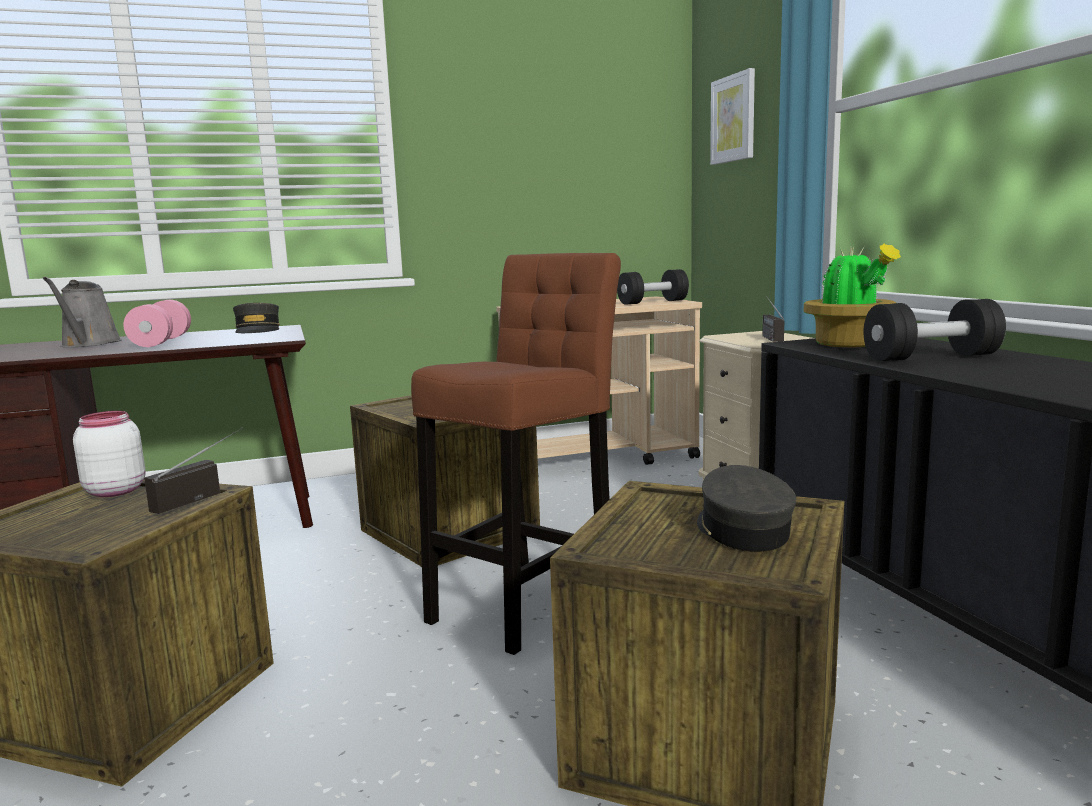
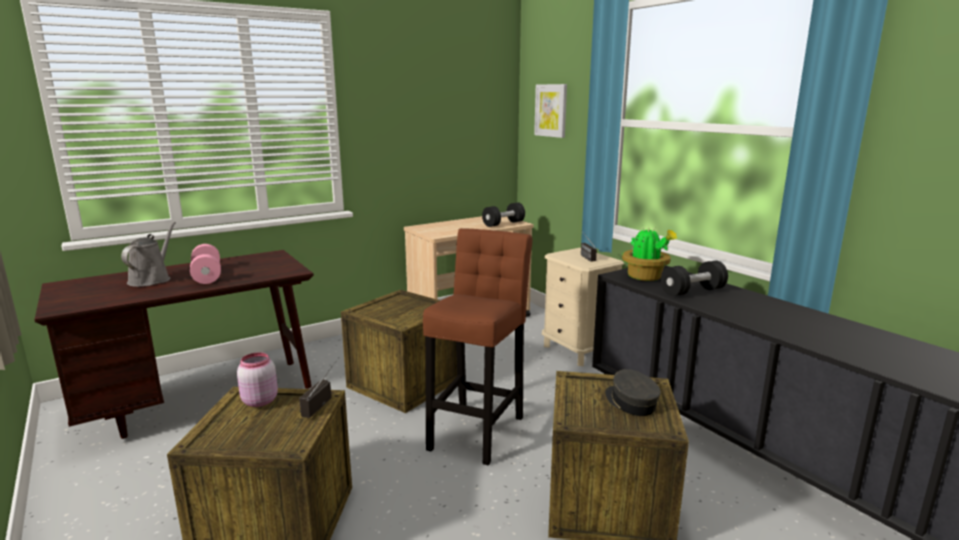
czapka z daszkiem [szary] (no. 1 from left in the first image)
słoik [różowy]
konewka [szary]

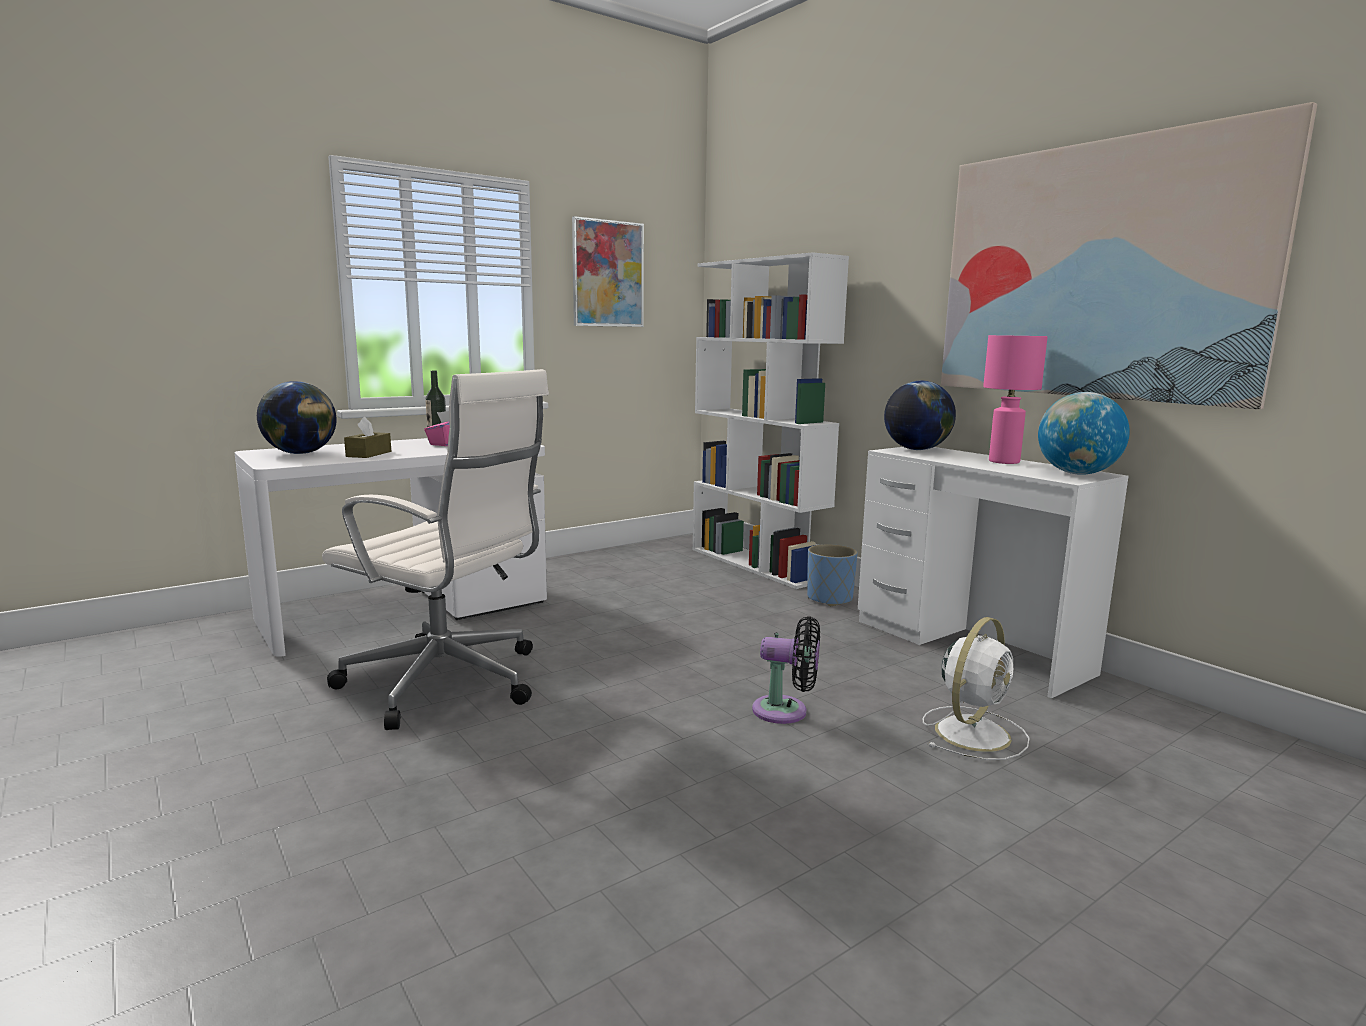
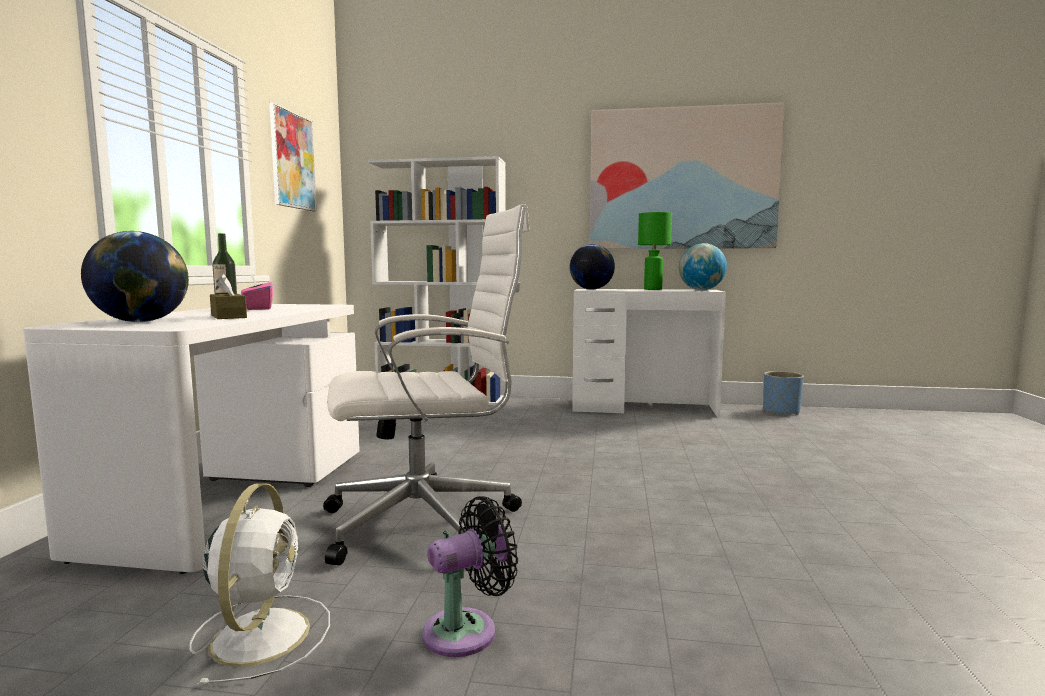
wentylator [czarny]
donica [niebieski]
wentylator [biały]
lampa stołowa [zielony]

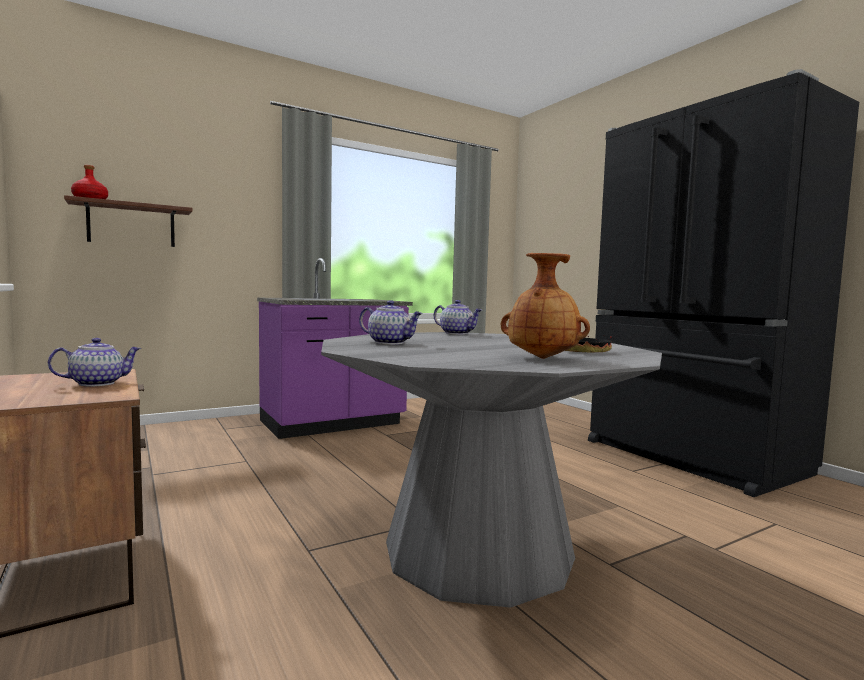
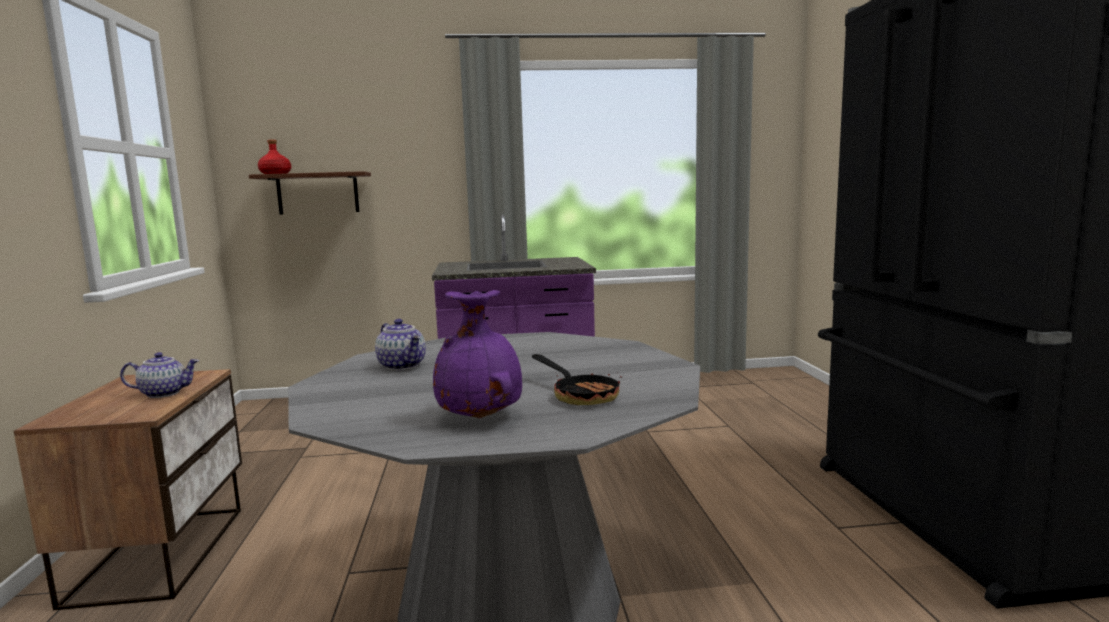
imbryk (no. 3 from left in the first image)
wazon [fioletowy]

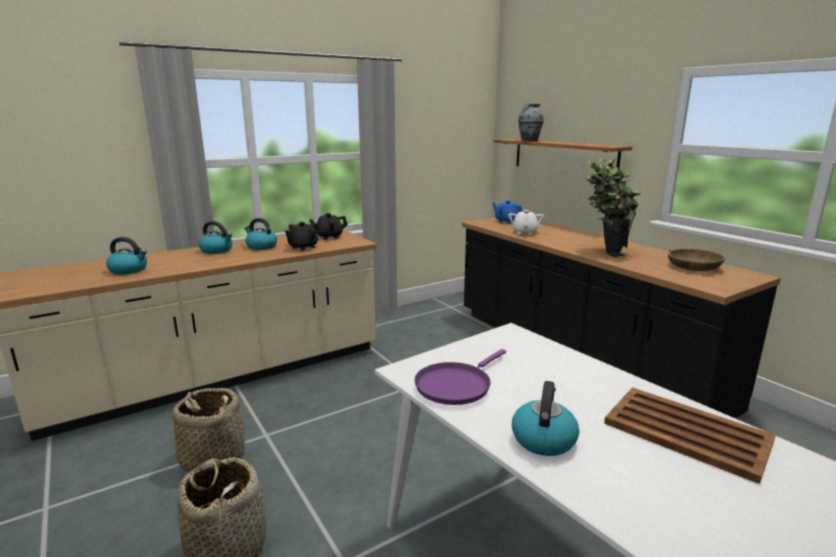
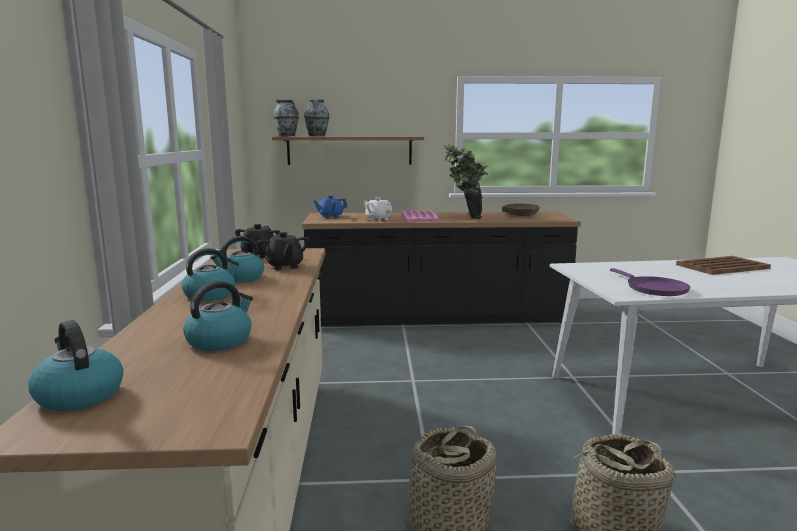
wazon (no. 1 from left)
taca [różowy]
czajnik (no. 1 from left)

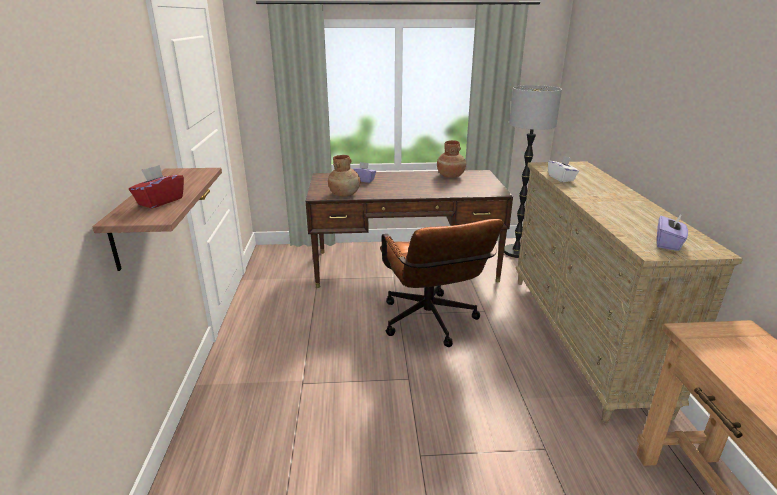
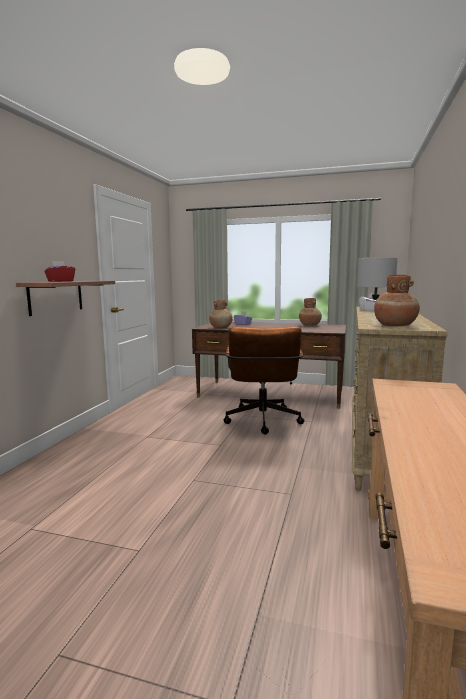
wazon [brązowy] (no. 3 from left)

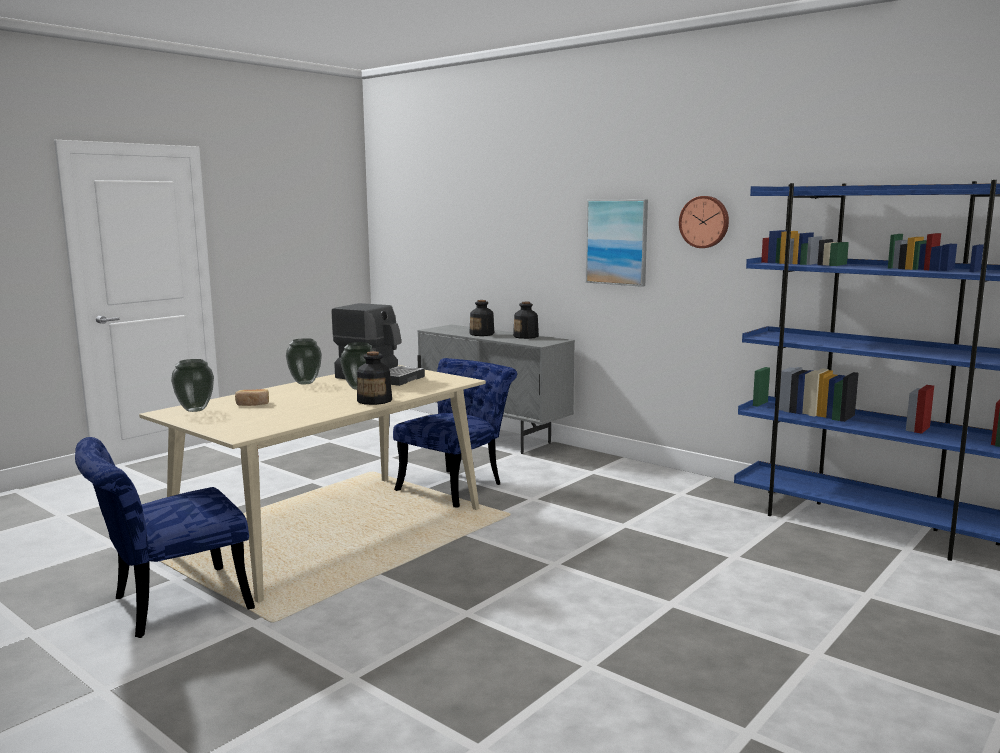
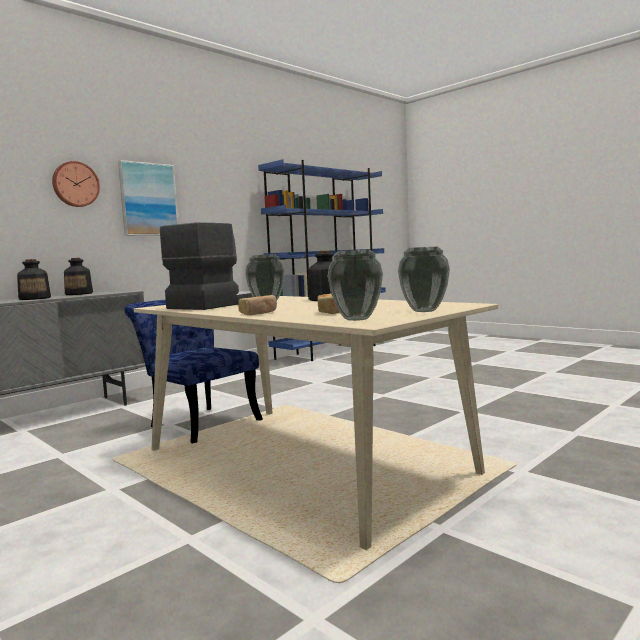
krzesło [niebieski] (no. 1 from left in the first image)
chleb (no. 1 from left)
wazon (no. 3 from left)
zegar ścienny

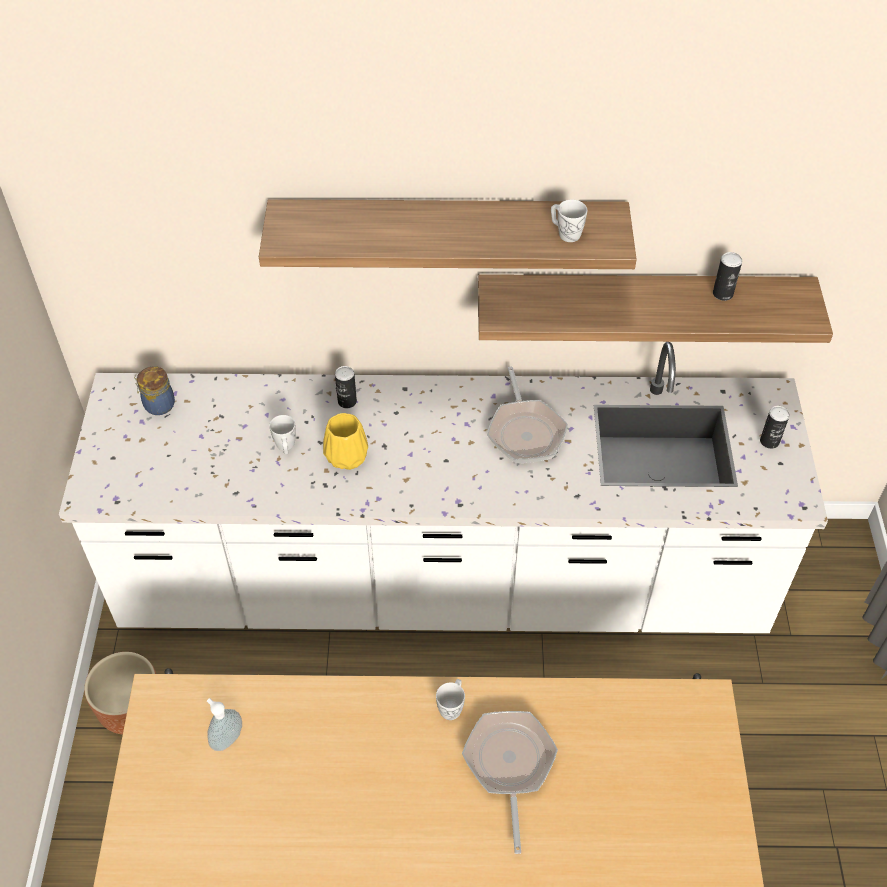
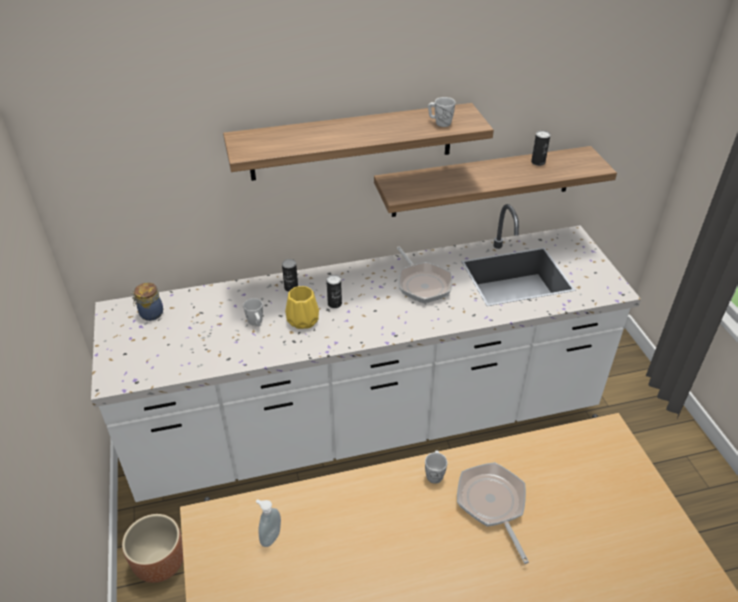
puszka (no. 2 from left)

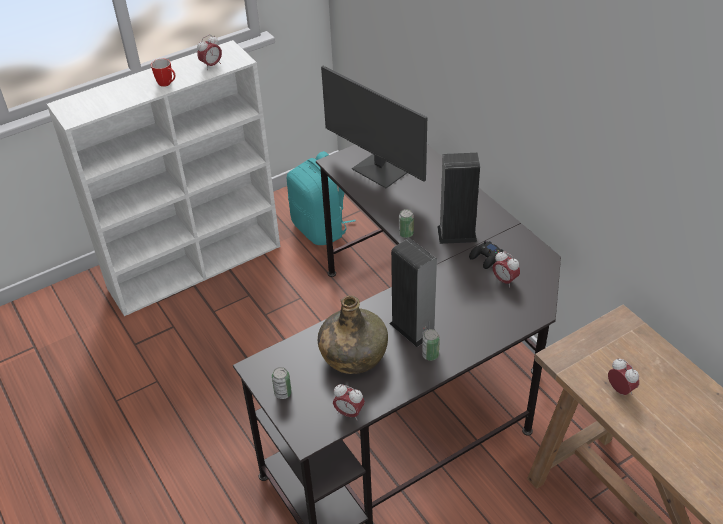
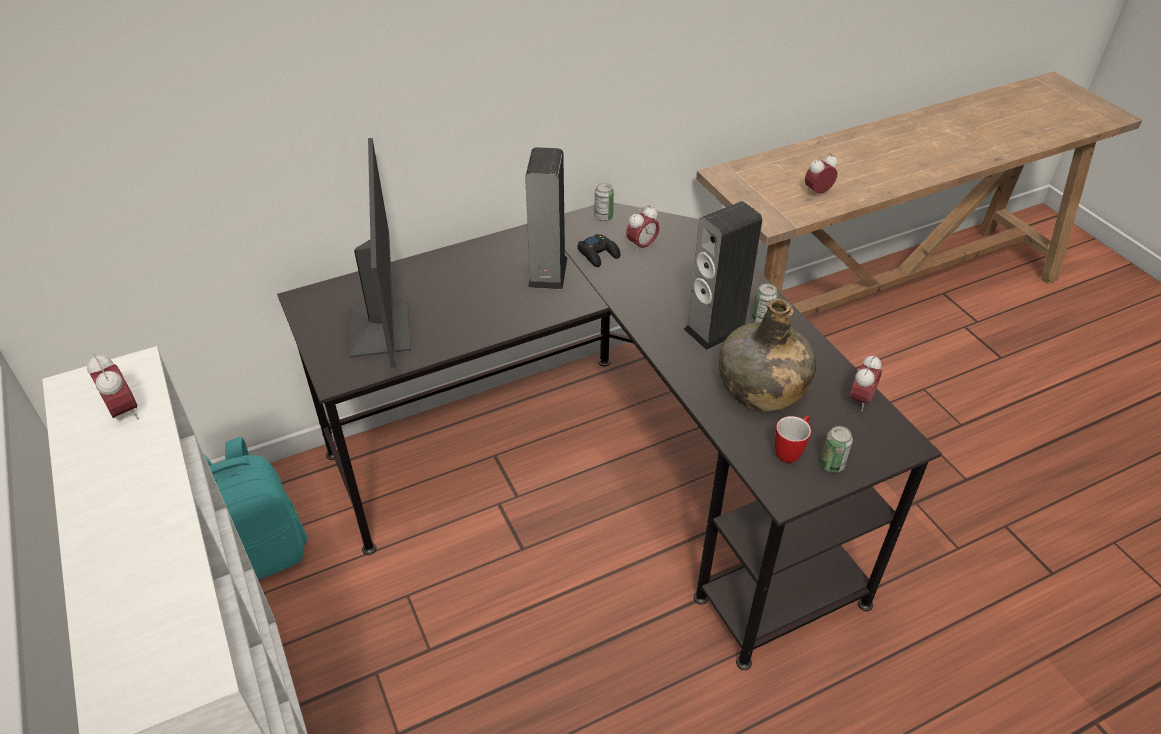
kubek
puszka (no. 1 from left)
monitor

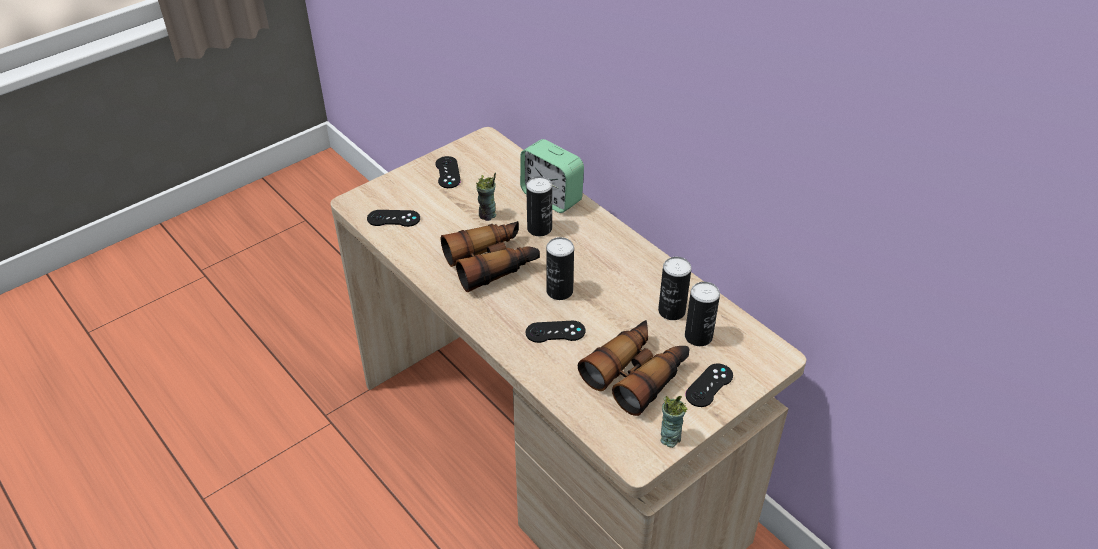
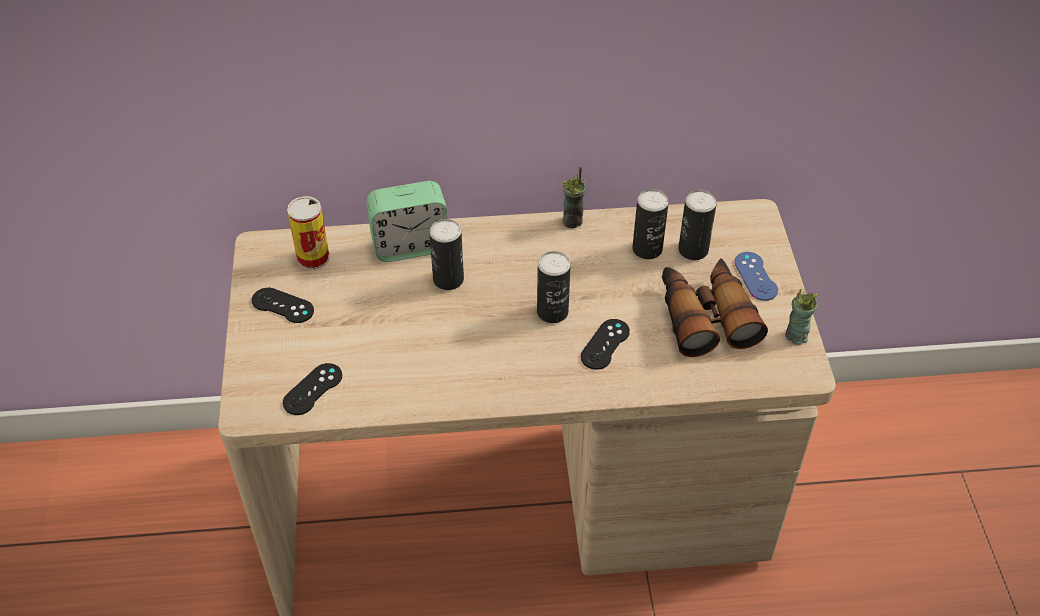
lornetka (no. 1 from left in the first image)
puszka (no. 1 from left)
filiżanka (no. 1 from left)
pad do gier [niebieski]

